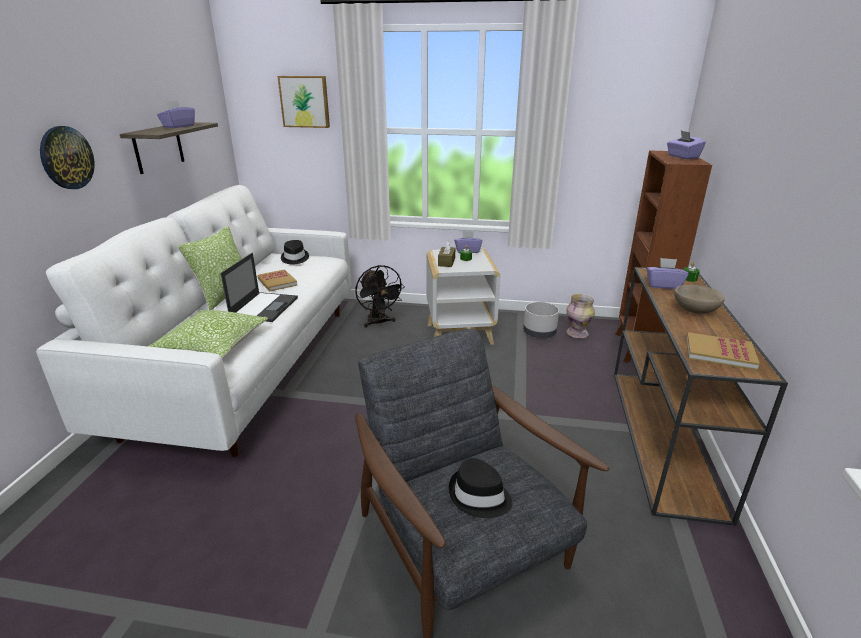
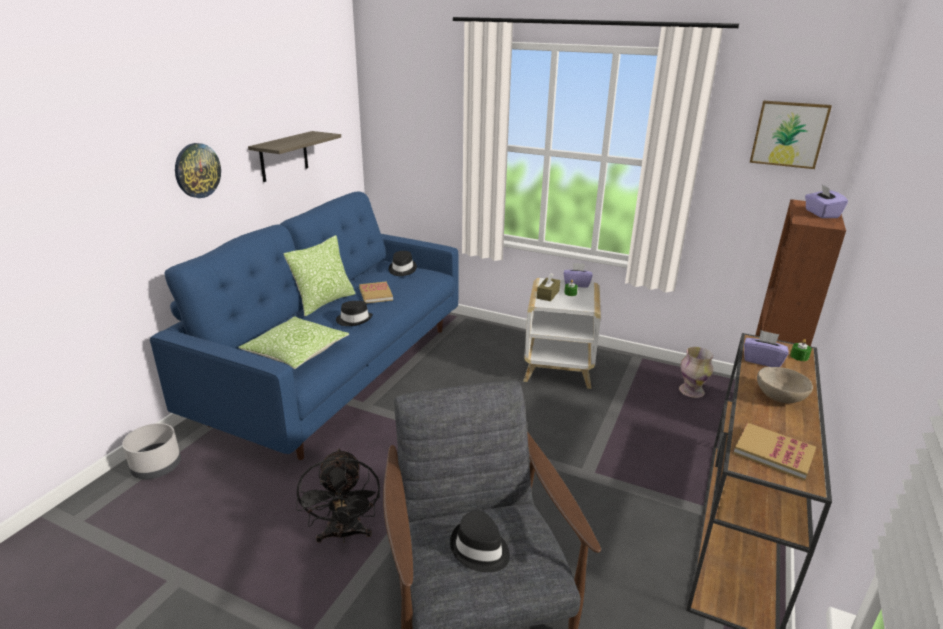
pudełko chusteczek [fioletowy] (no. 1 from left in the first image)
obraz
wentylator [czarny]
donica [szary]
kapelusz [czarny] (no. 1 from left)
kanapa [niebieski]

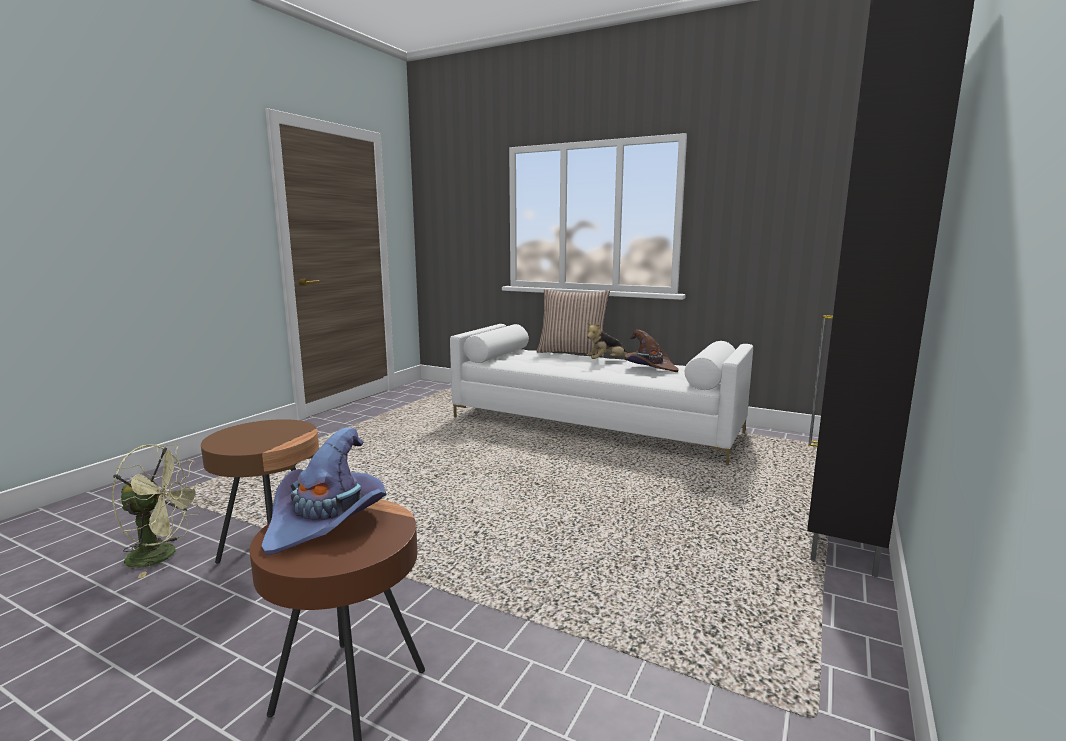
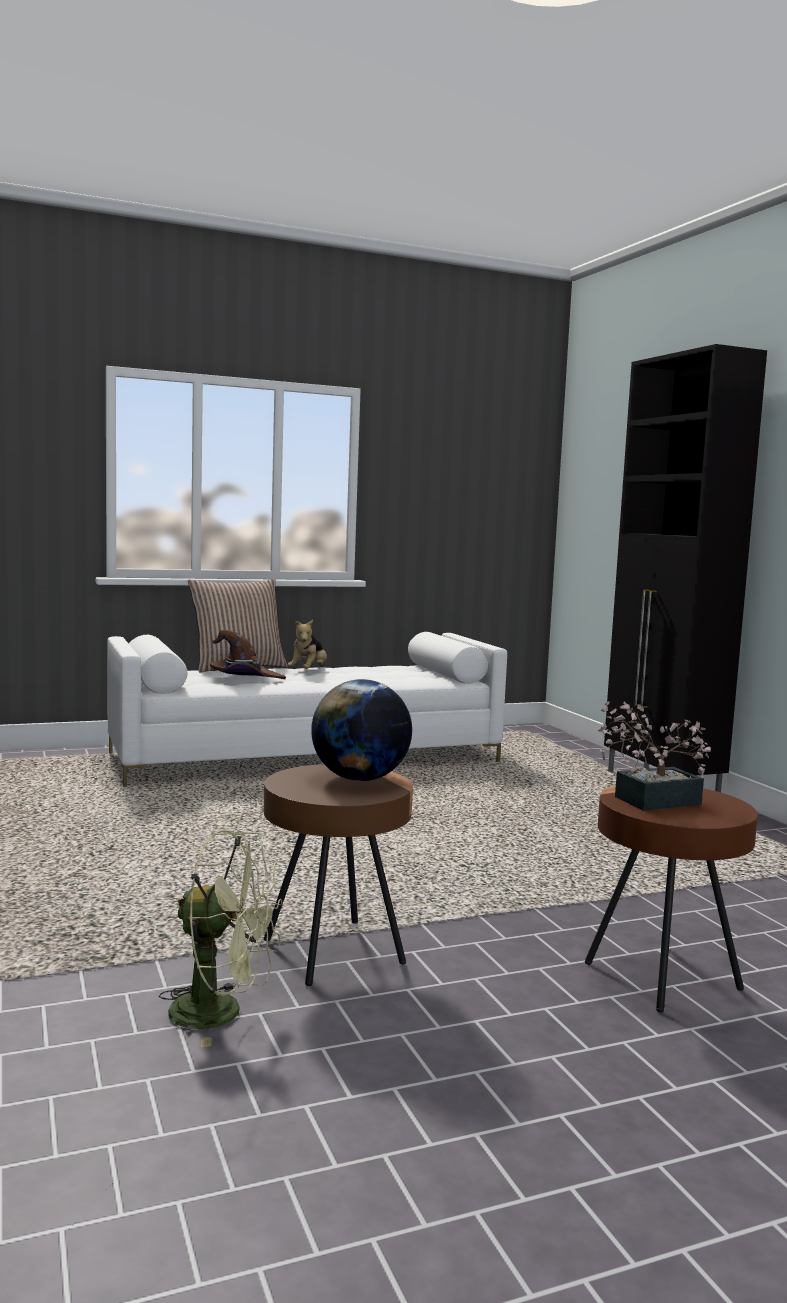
globus
kapelusz [brązowy]
roślina doniczkowa
wentylator [zielony]

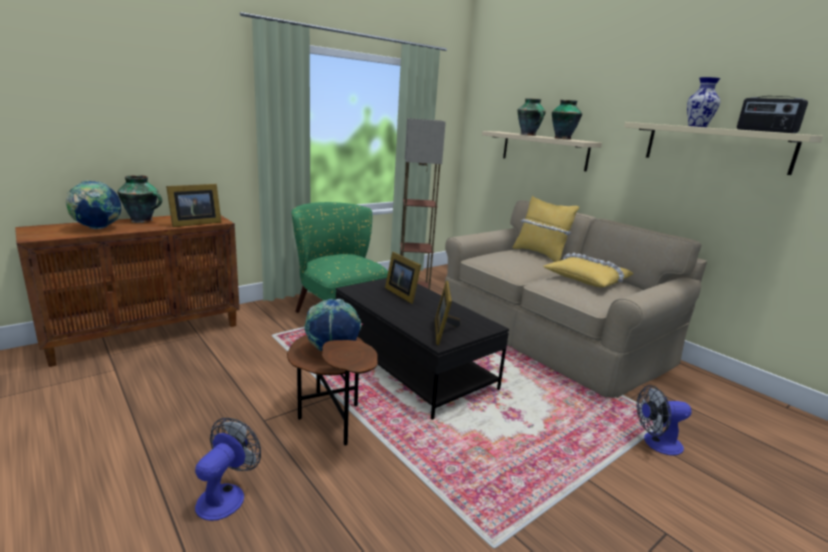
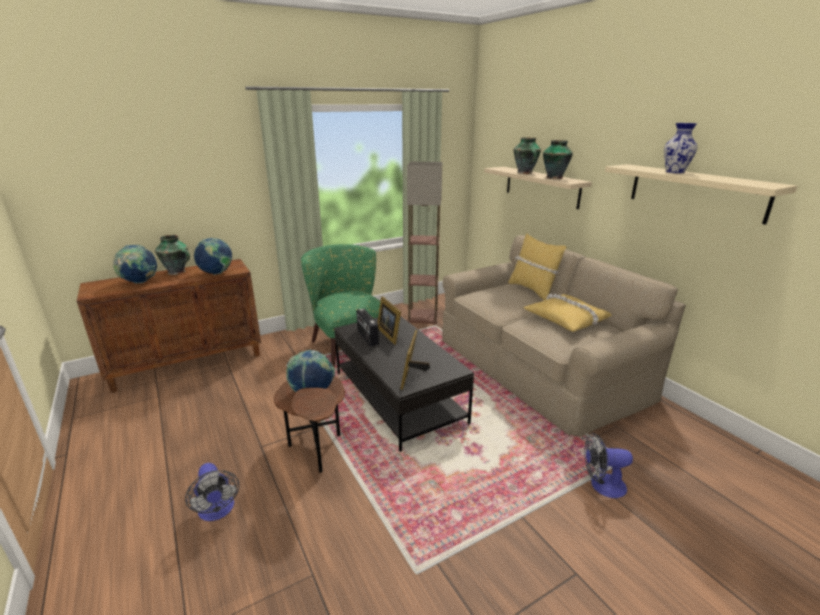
radio
globus (no. 2 from left)
wentylator (no. 1 from left)

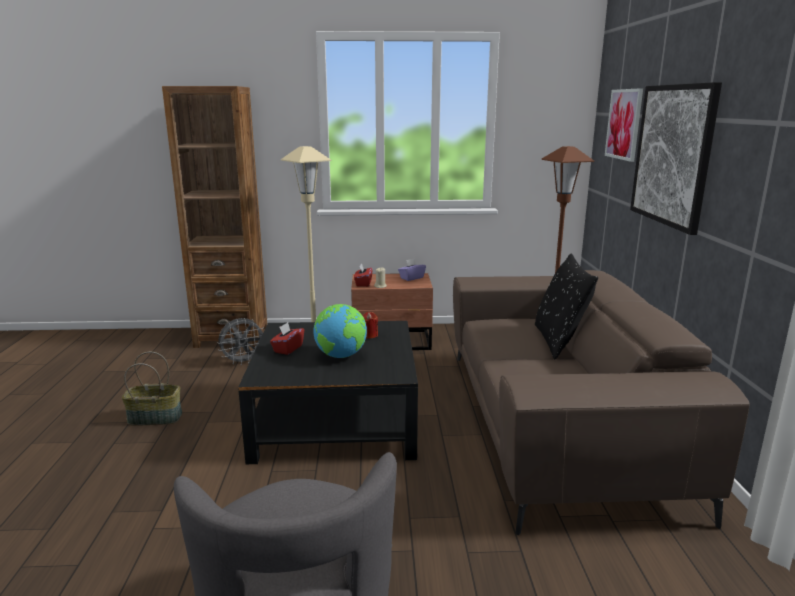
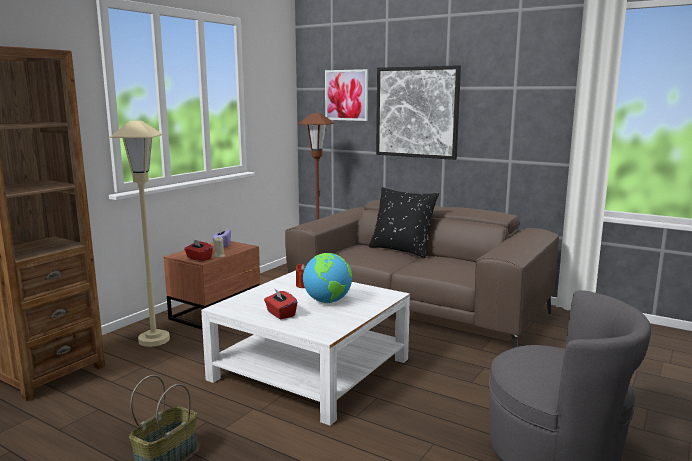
wentylator [szary]
ława [biały]

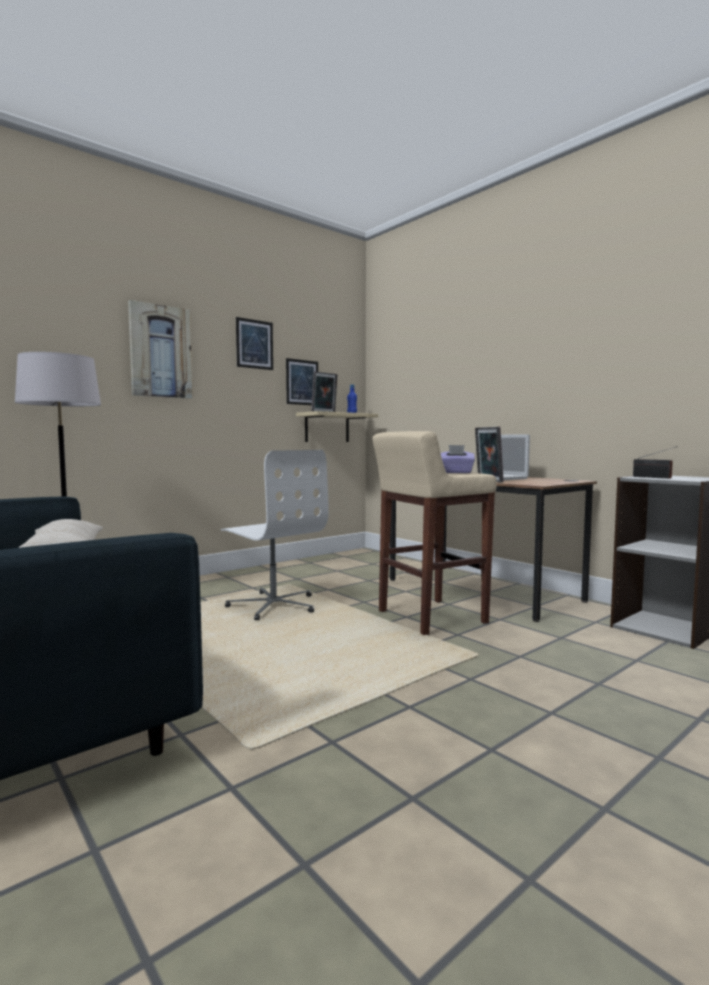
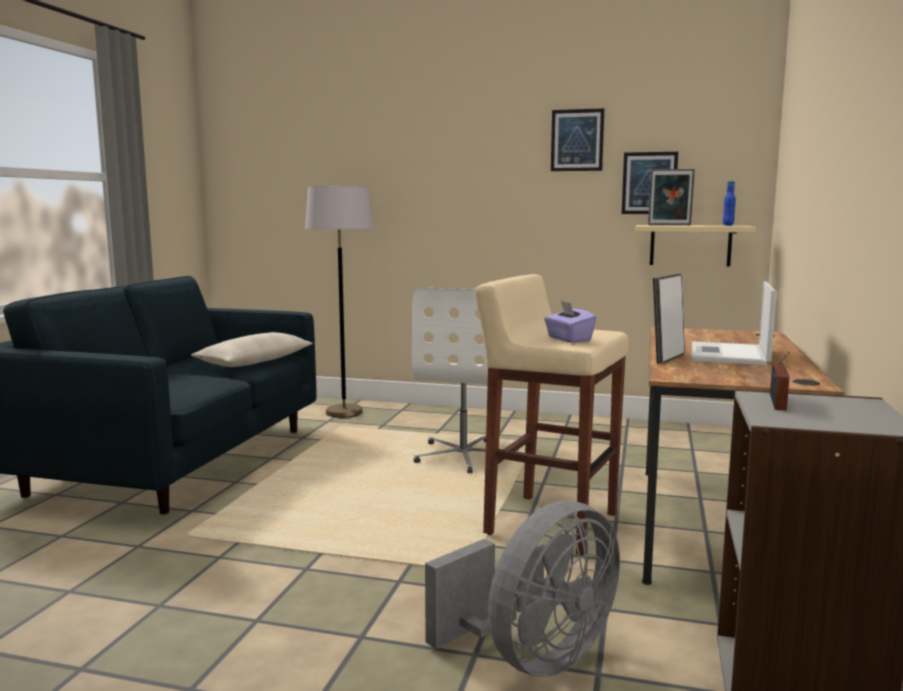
obraz (no. 1 from left in the first image)
wentylator [szary]

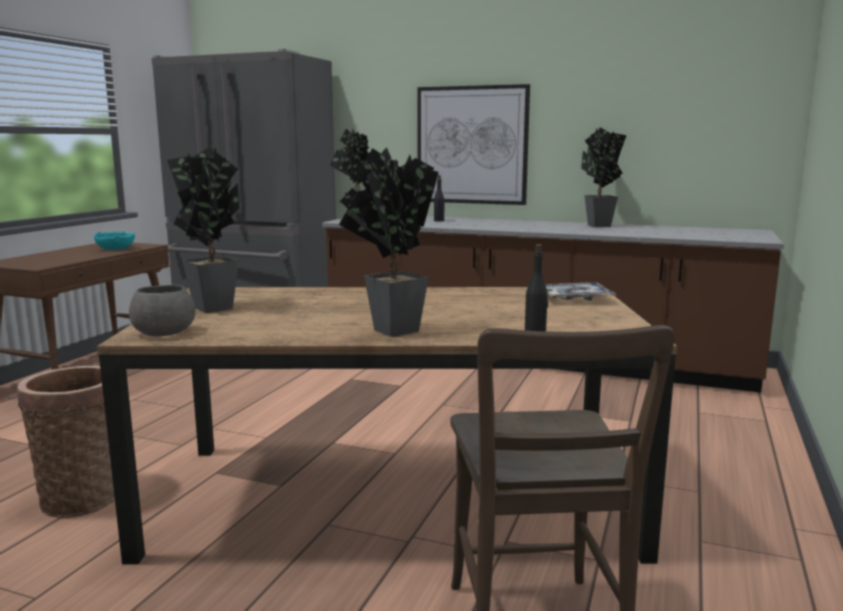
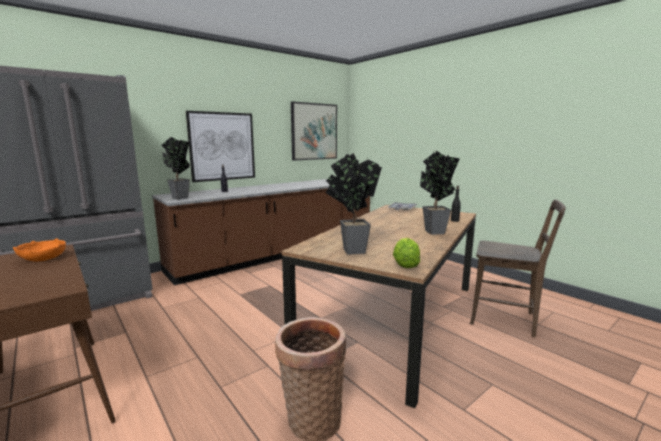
roślina doniczkowa (no. 4 from left in the first image)
obraz (no. 2 from left)
sałata
miska [pomarańczowy]

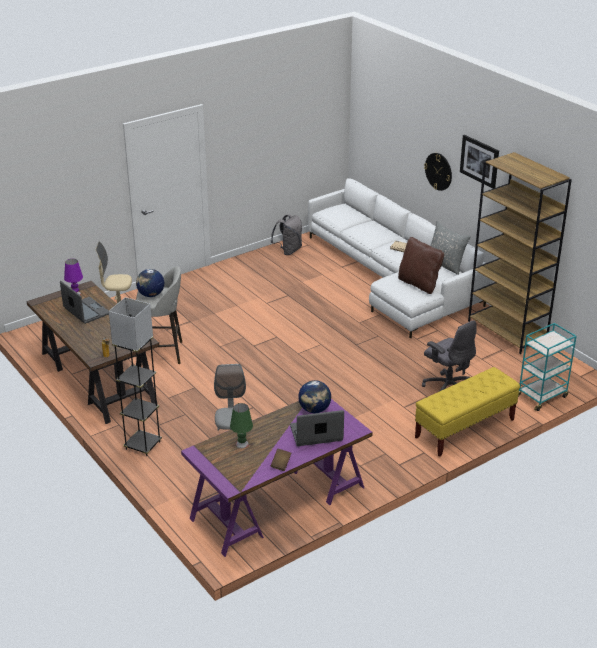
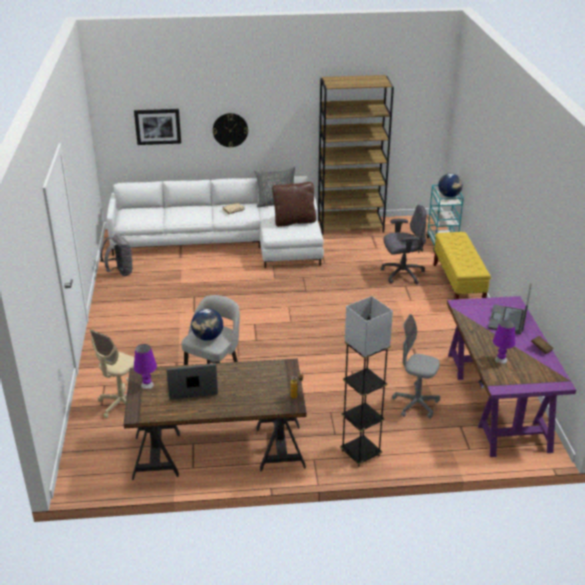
globus (no. 2 from left)
obraz
lampa stołowa [fioletowy] (no. 2 from left)

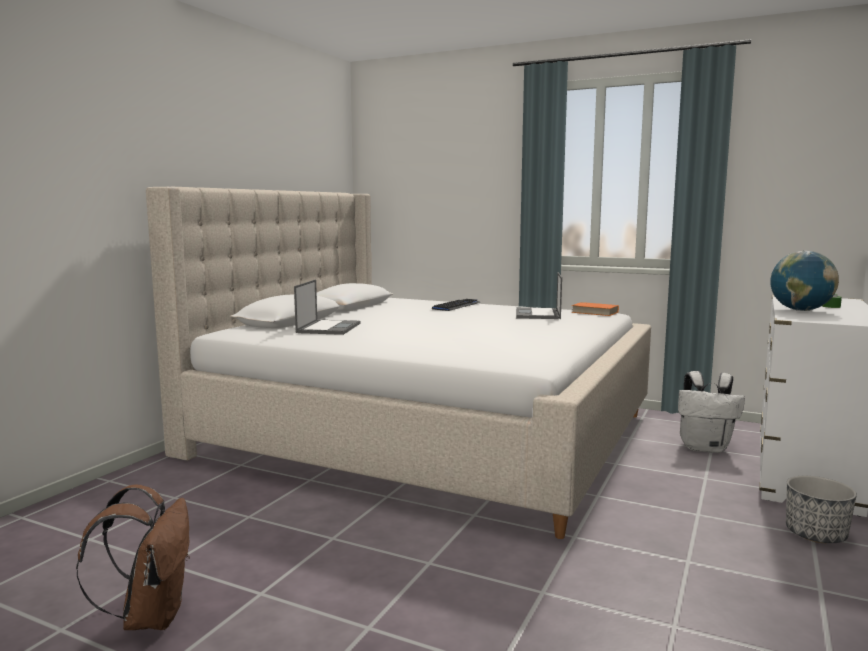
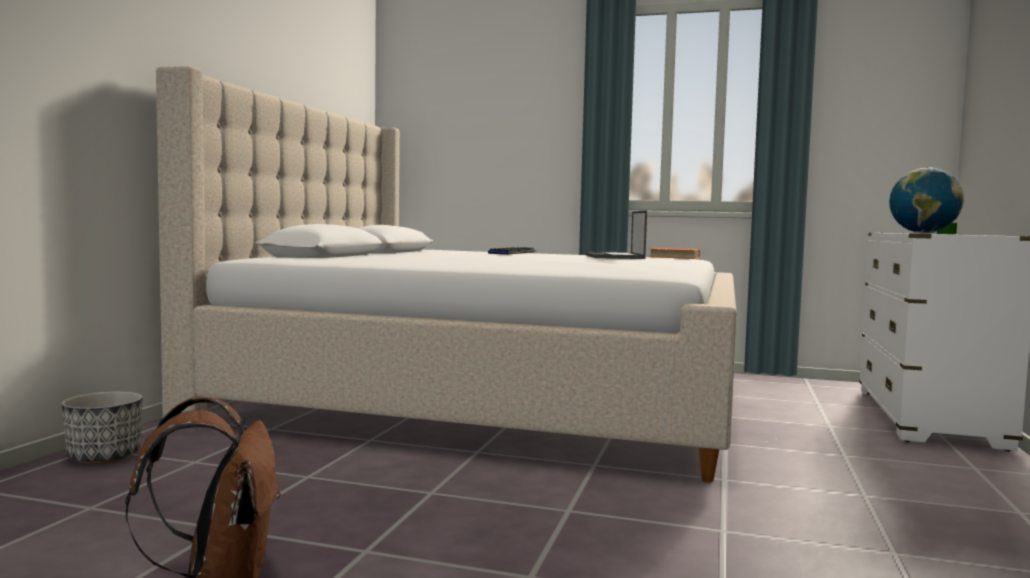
laptop (no. 1 from left in the first image)
plecak [biały]
donica

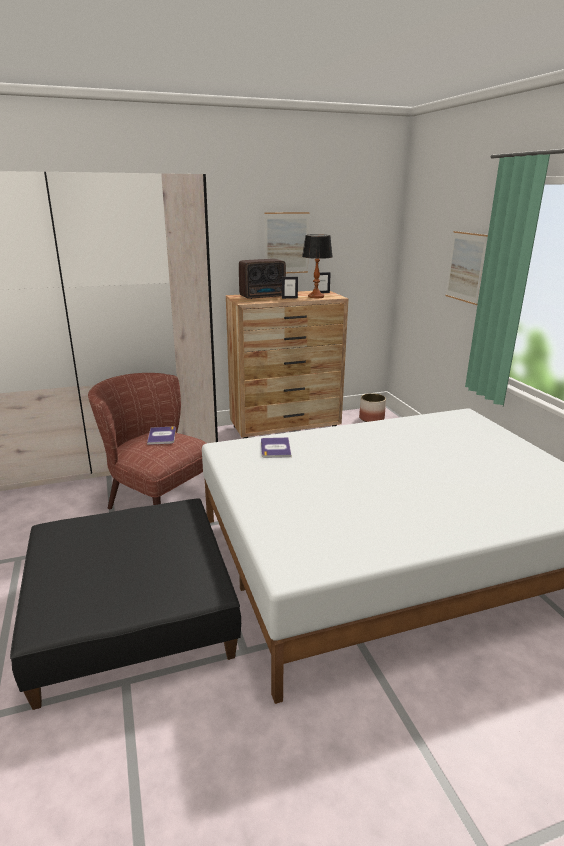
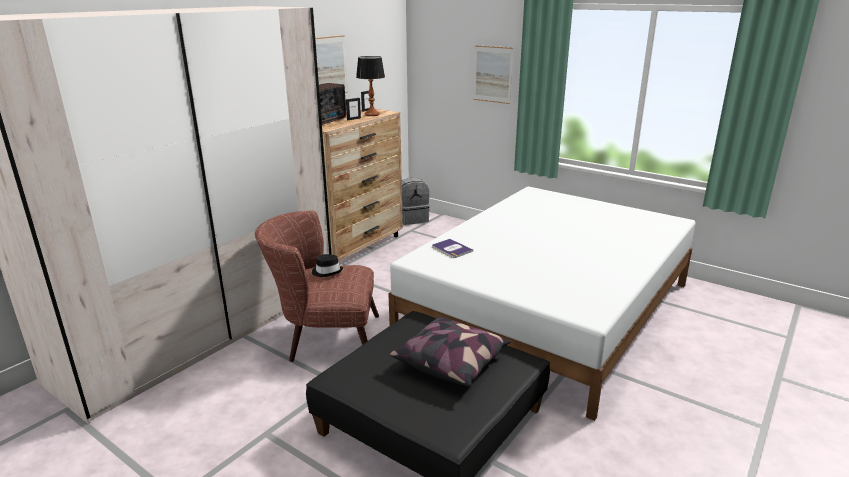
poduszka
kapelusz [czarny]
plecak [szary]

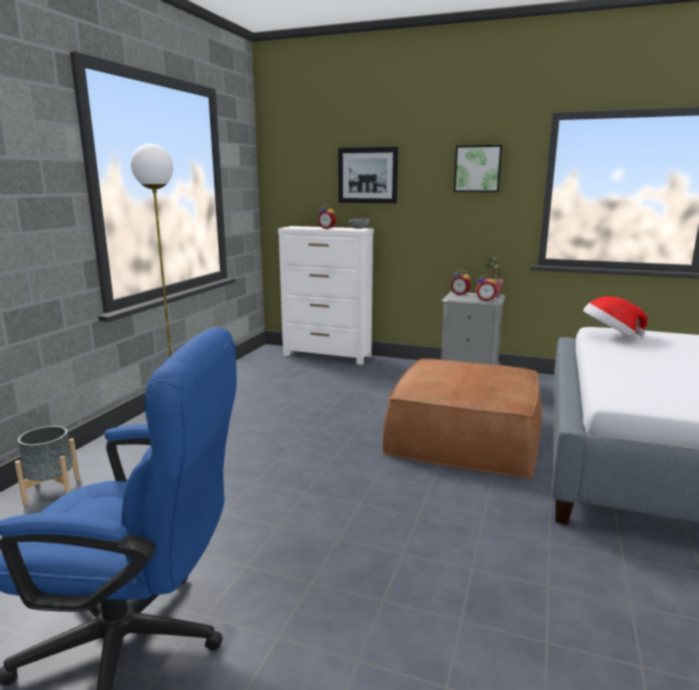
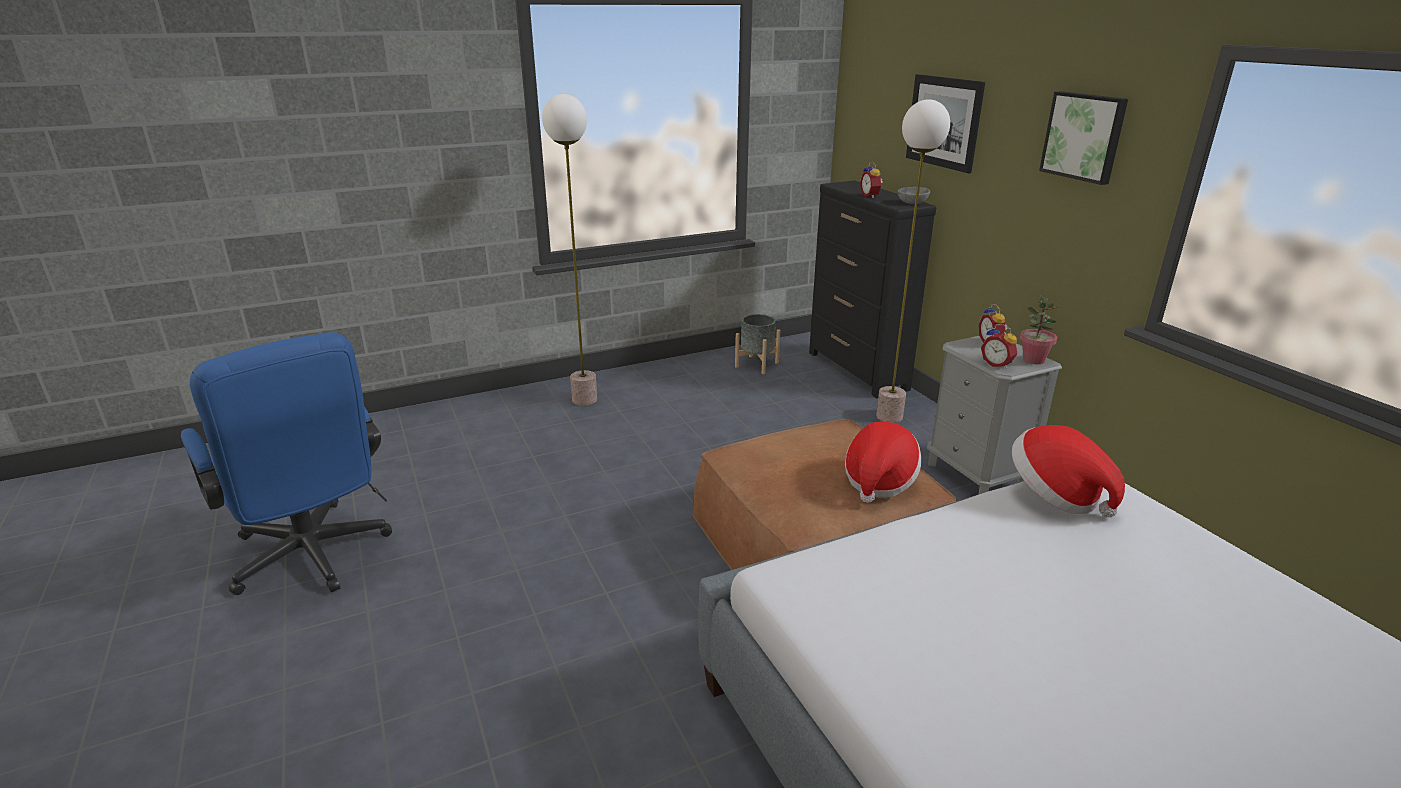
kapelusz (no. 1 from left)
lampa stojąca (no. 2 from left)
donica [szary]
komoda [czarny]

